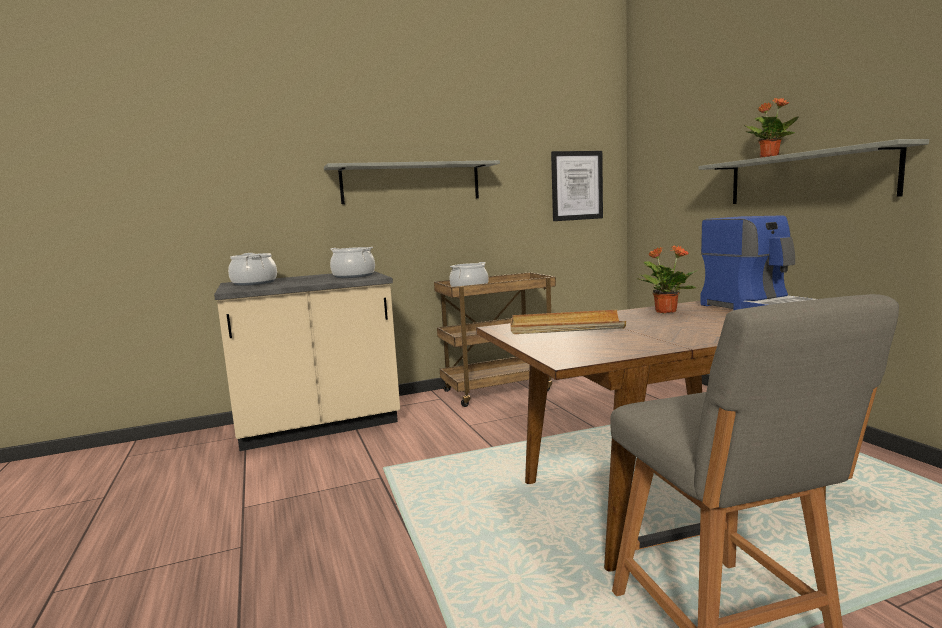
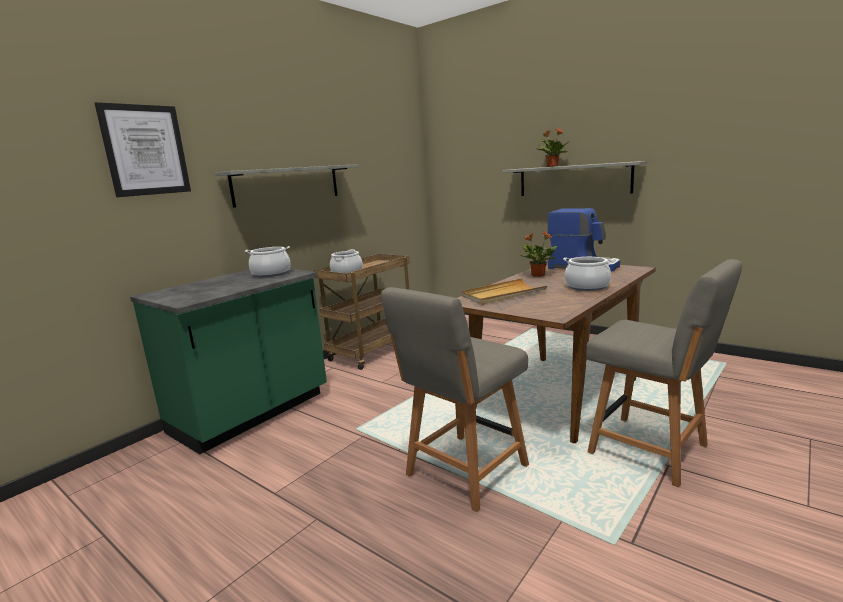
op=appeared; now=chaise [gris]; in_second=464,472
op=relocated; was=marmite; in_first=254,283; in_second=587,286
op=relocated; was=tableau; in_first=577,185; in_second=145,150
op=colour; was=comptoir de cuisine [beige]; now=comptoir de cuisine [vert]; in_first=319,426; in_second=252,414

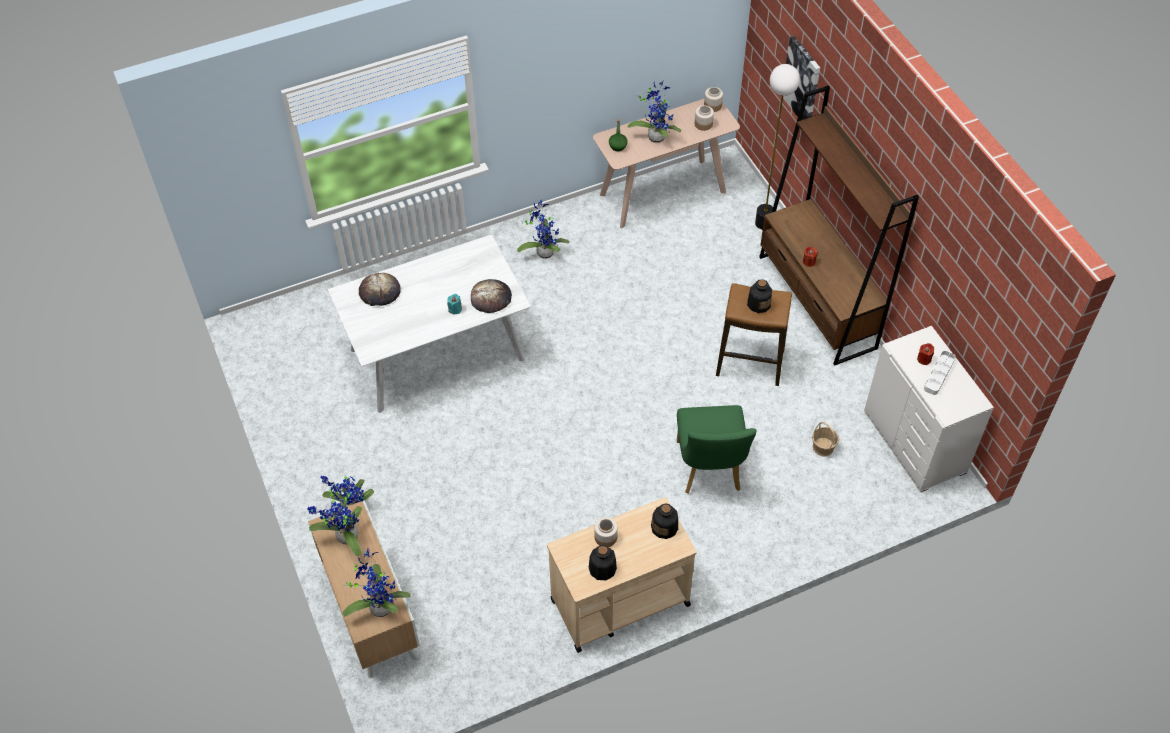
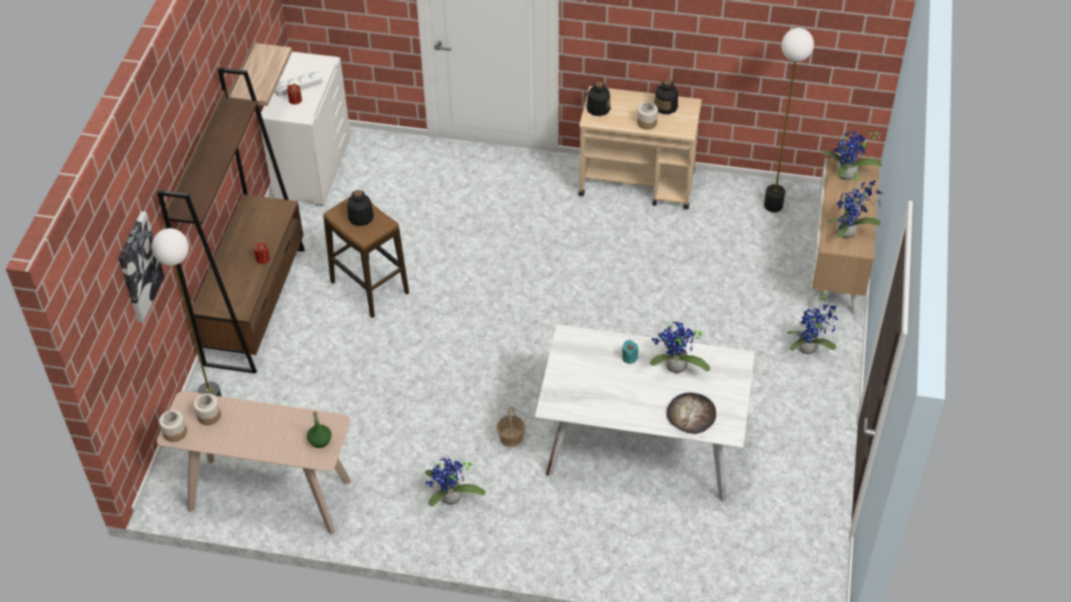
op=missing; was=pain; in_first=491,298
op=missing; was=chaise [vert]; in_first=709,471
op=appeared; now=étagère; in_second=244,82
op=appeared; now=lampadaire; in_second=773,205
op=relocated; was=plante en pot; in_first=656,135; in_second=675,368
op=relocated; was=panier; in_first=823,447; in_second=511,438

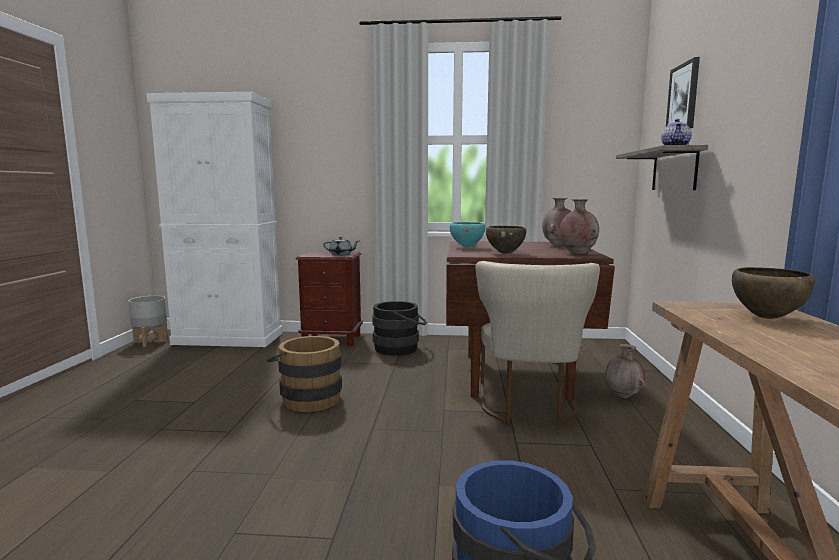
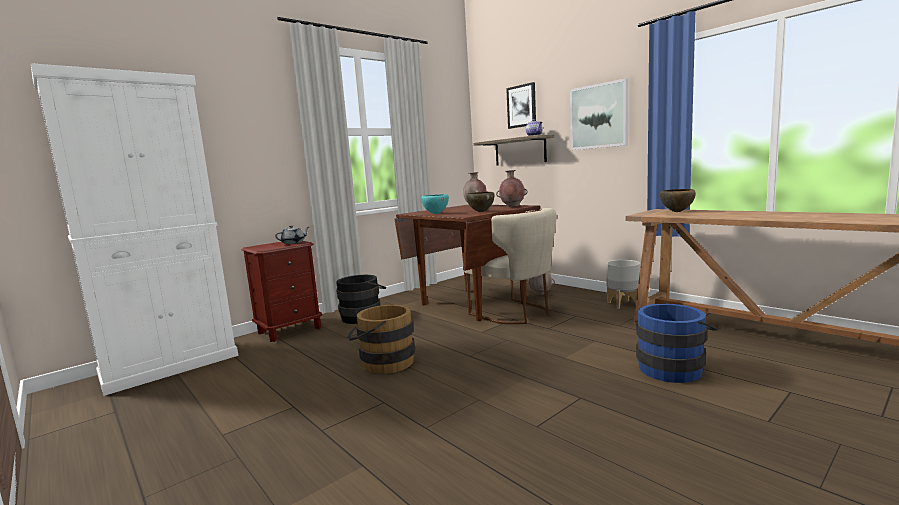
op=appeared; now=tableau; in_second=599,116
op=relocated; was=cache-pot [gris]; in_first=151,342; in_second=623,304

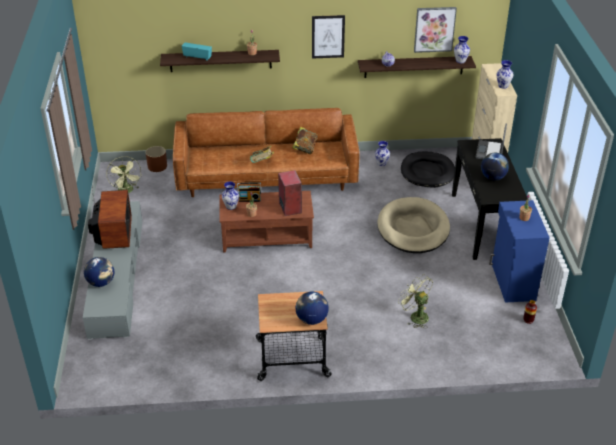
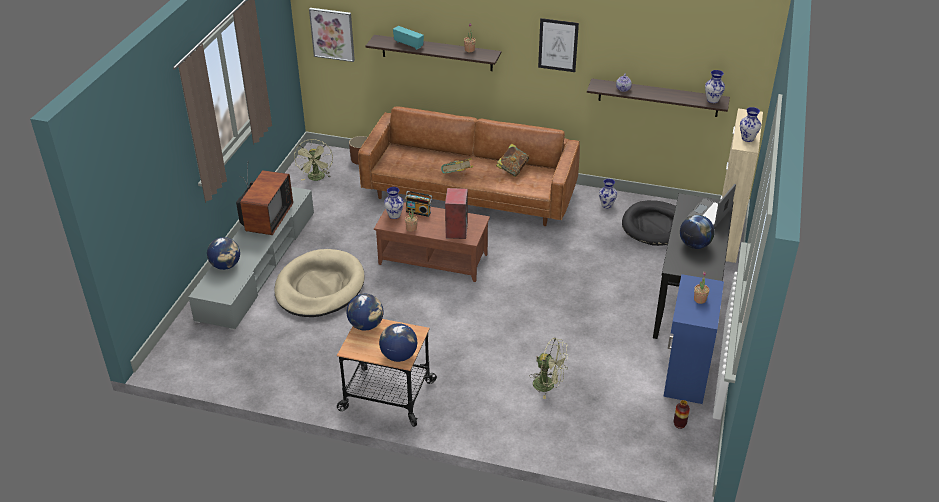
op=appeared; now=globe; in_second=366,325
op=relocated; was=panier pour chien [beige]; in_first=413,229; in_second=319,287
op=relocated; was=tableau; in_first=434,29; in_second=332,34
op=spun; was=ventilateur [vert]; in_first=415,316; in_second=548,385; clockwise=135

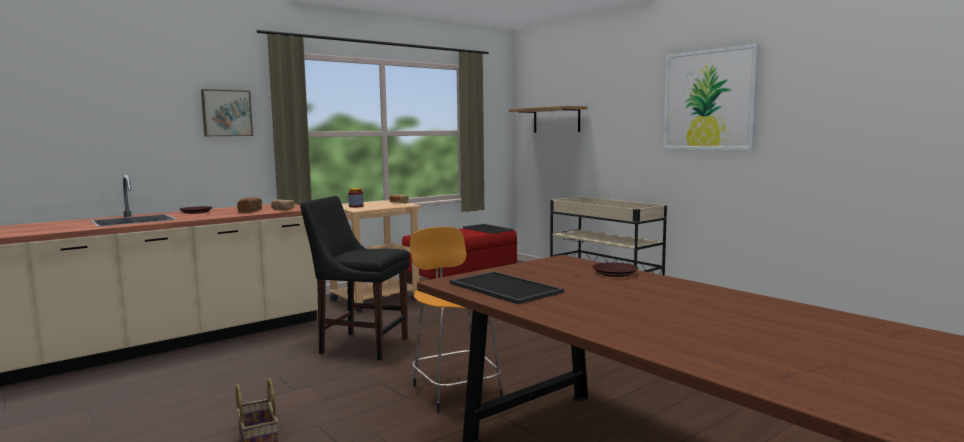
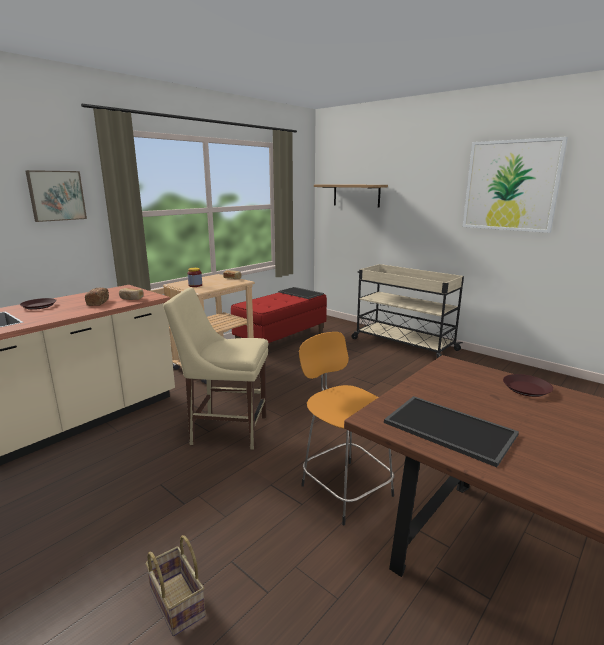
op=colour; was=chaise [noir]; now=chaise [beige]; in_first=360,345; in_second=225,429

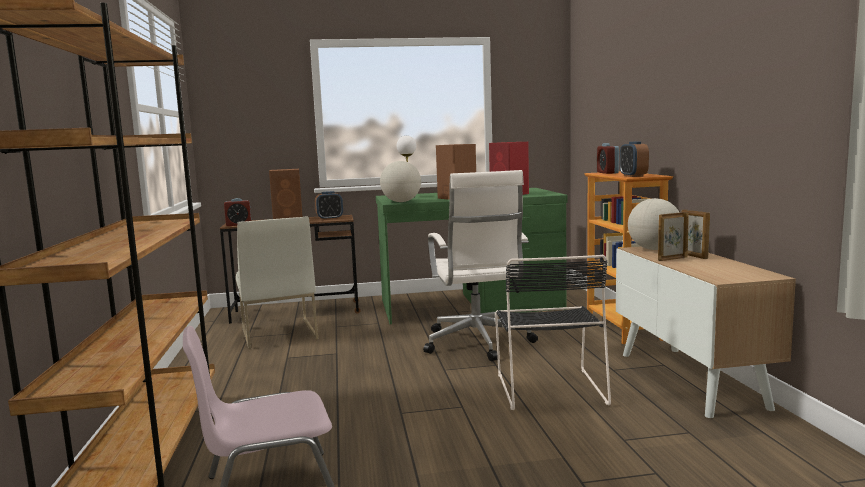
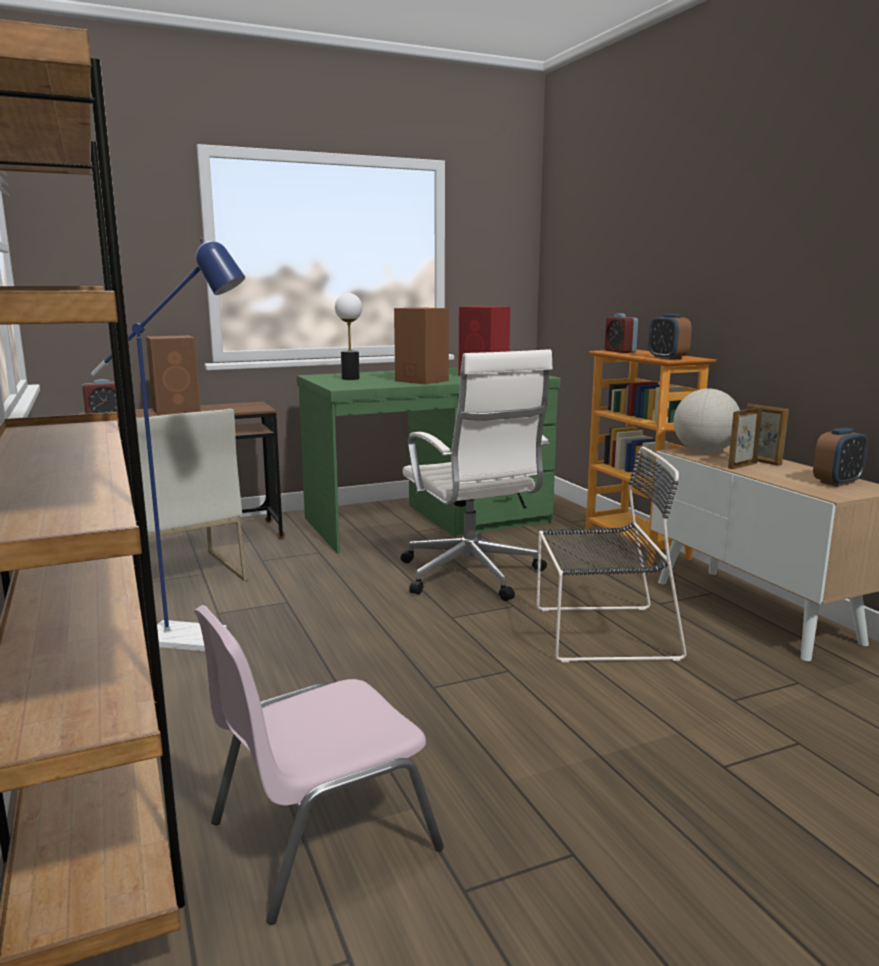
op=missing; was=globe; in_first=401,202
op=appeared; now=lampadaire [bleu]; in_second=198,639
op=relocated; was=réveil; in_first=329,219; in_second=837,482
op=spun; was=chaise [noir]; in_first=549,387; in_second=600,633; clockwise=-75

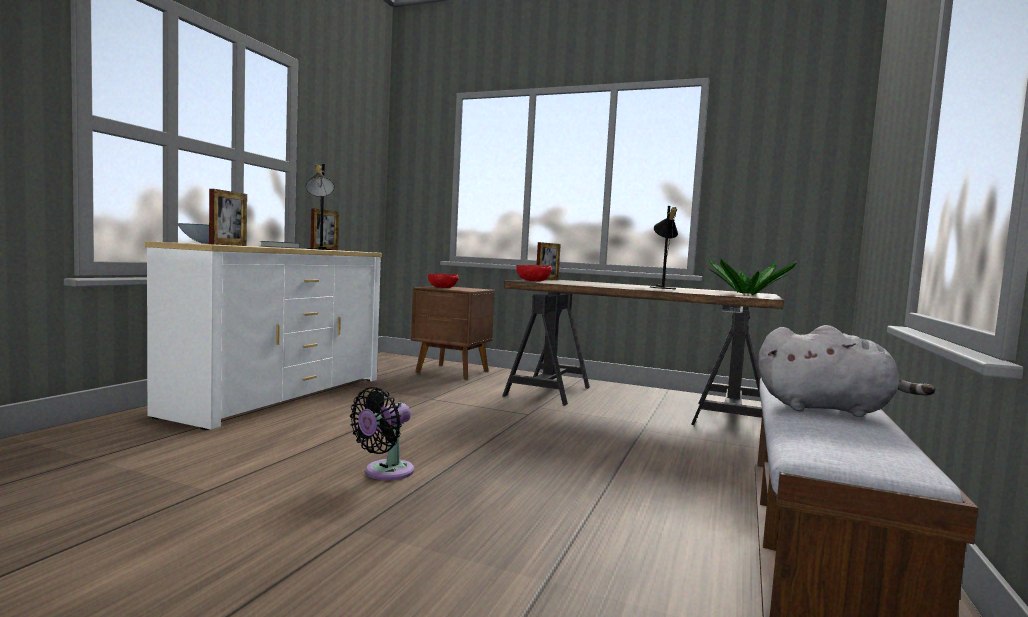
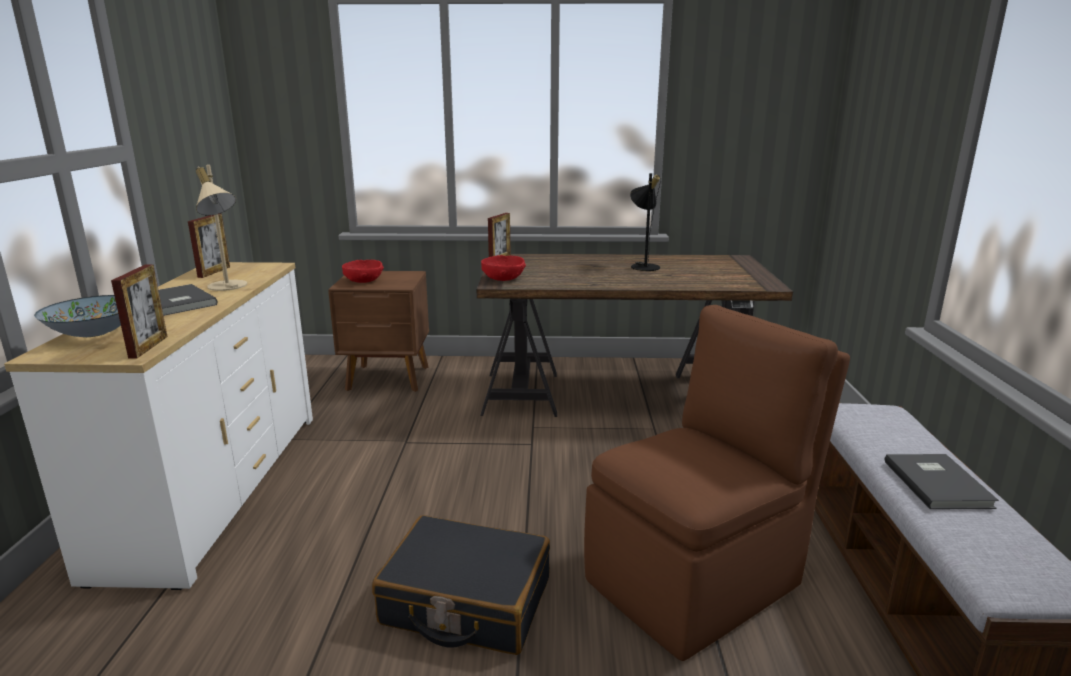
op=missing; was=plante en pot; in_first=746,294
op=appeared; now=chaise [marron]; in_second=697,580
op=exchanged; was=ventilateur [noir]; now=valise [noir]; in_first=385,472; in_second=466,602
op=exchanged; was=peluche [gris]; now=livre [gris]; in_first=829,409; in_second=938,483
op=colour; was=lampe de table [noir]; now=lampe de table [beige]; in_first=320,249; in_second=228,287

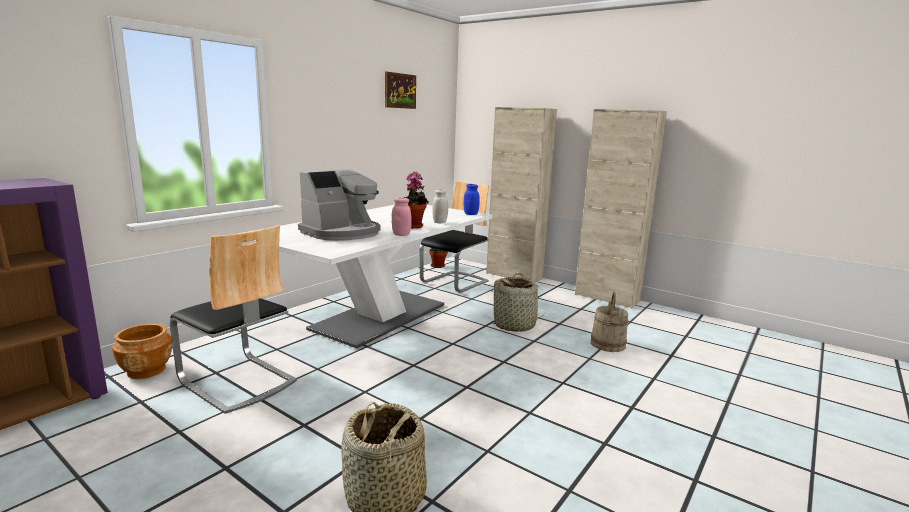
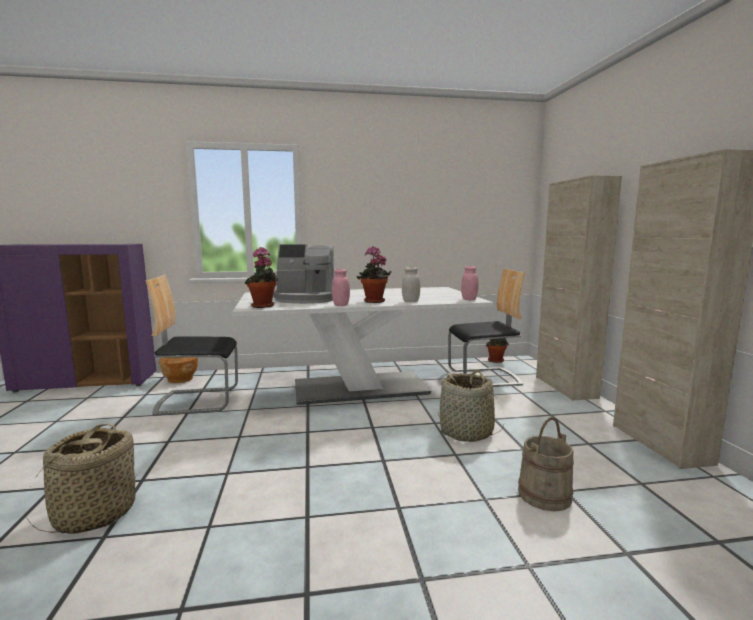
op=missing; was=tableau; in_first=400,91
op=appeared; now=plante en pot; in_second=263,306
op=colour; was=bocal [bleu]; now=bocal [rose]; in_first=471,214; in_second=469,299
op=spun; was=chaise; in_first=237,382; in_second=198,400; clockwise=90

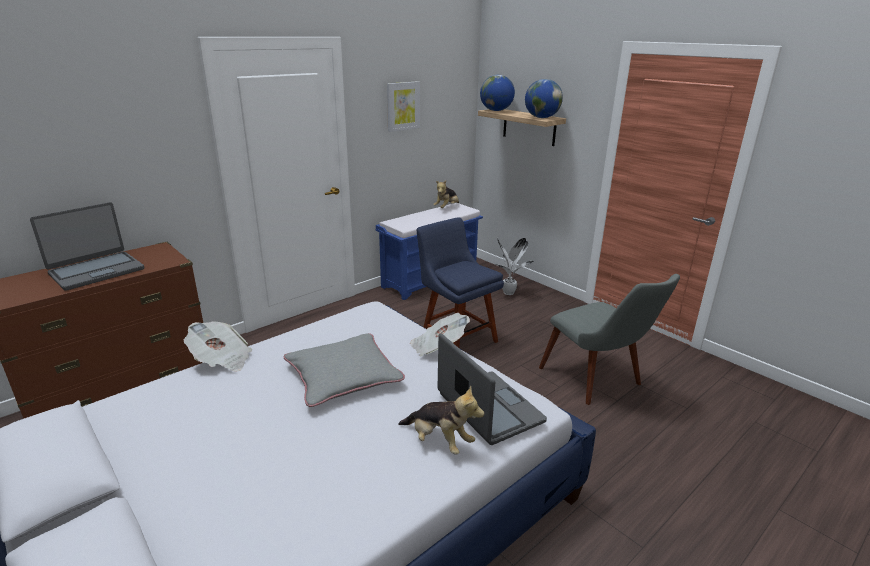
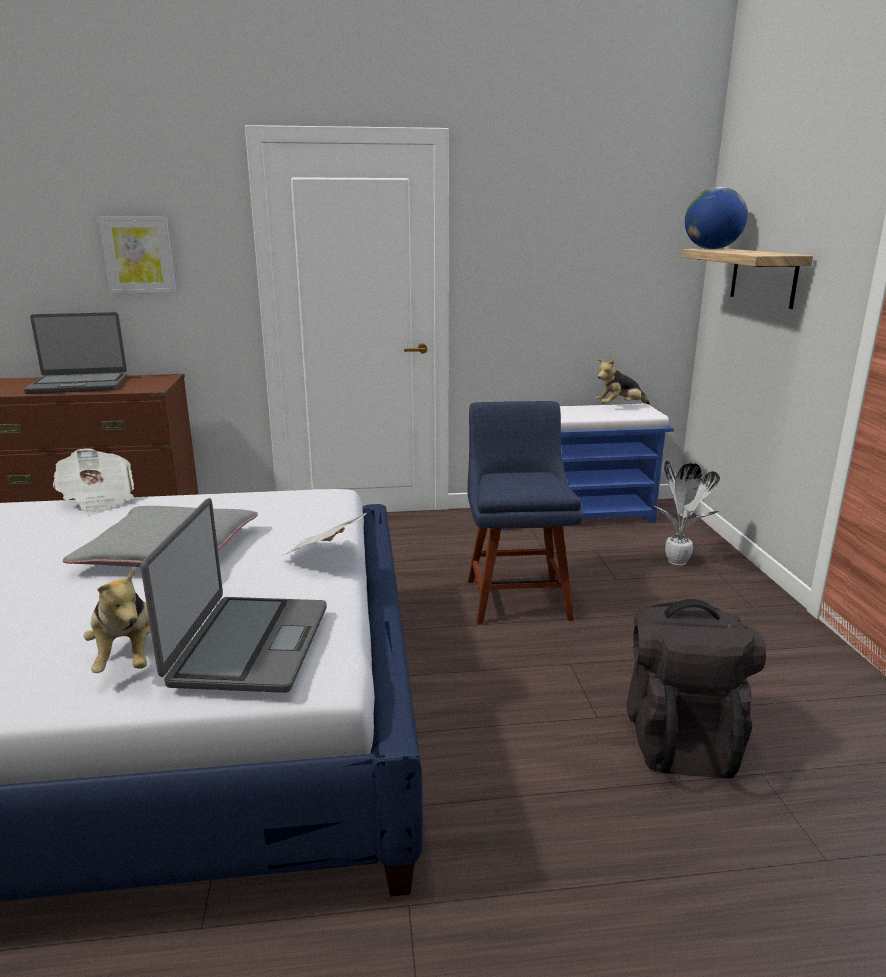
op=missing; was=globe; in_first=541,118
op=relocated; was=tableau; in_first=403,106; in_second=138,255
op=exchanged; was=chaise [gris]; now=sac à dos [noir]; in_first=599,382; in_second=680,738

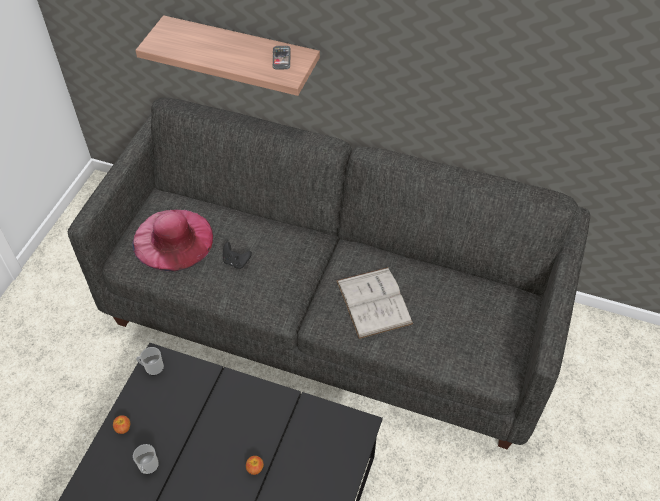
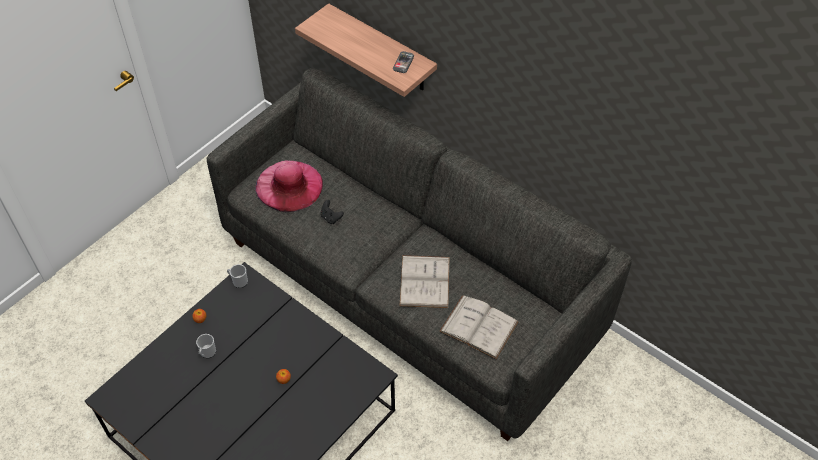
op=appeared; now=livre [blanc]; in_second=479,326

